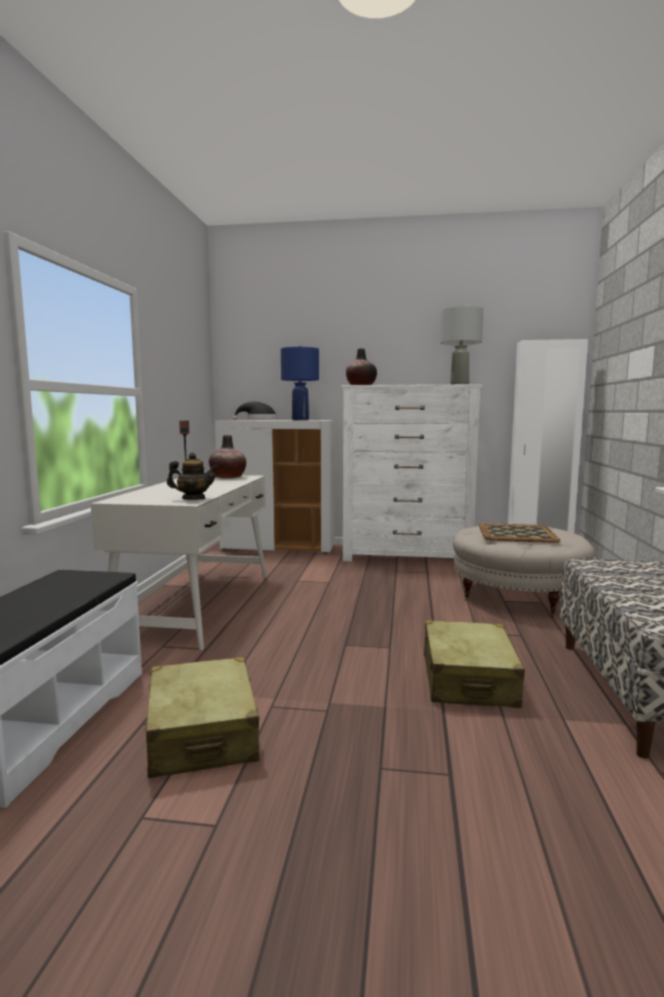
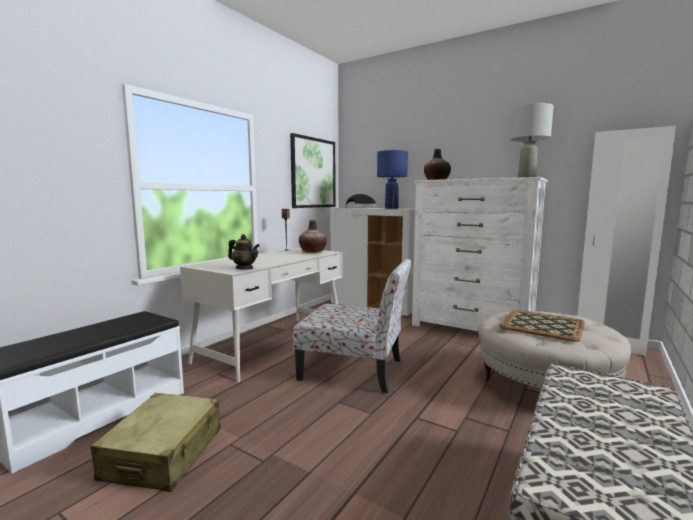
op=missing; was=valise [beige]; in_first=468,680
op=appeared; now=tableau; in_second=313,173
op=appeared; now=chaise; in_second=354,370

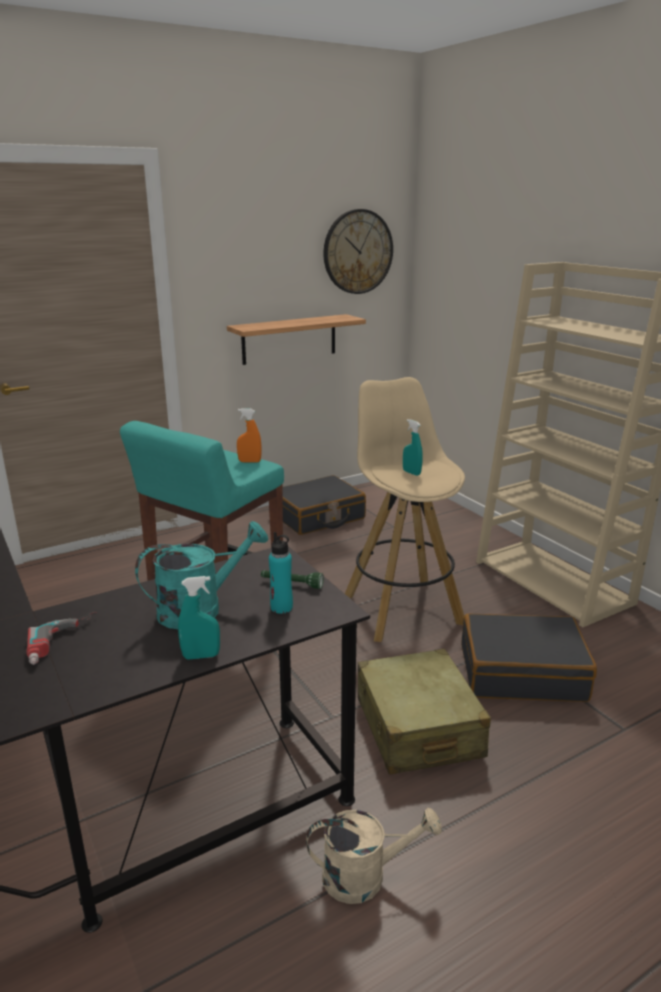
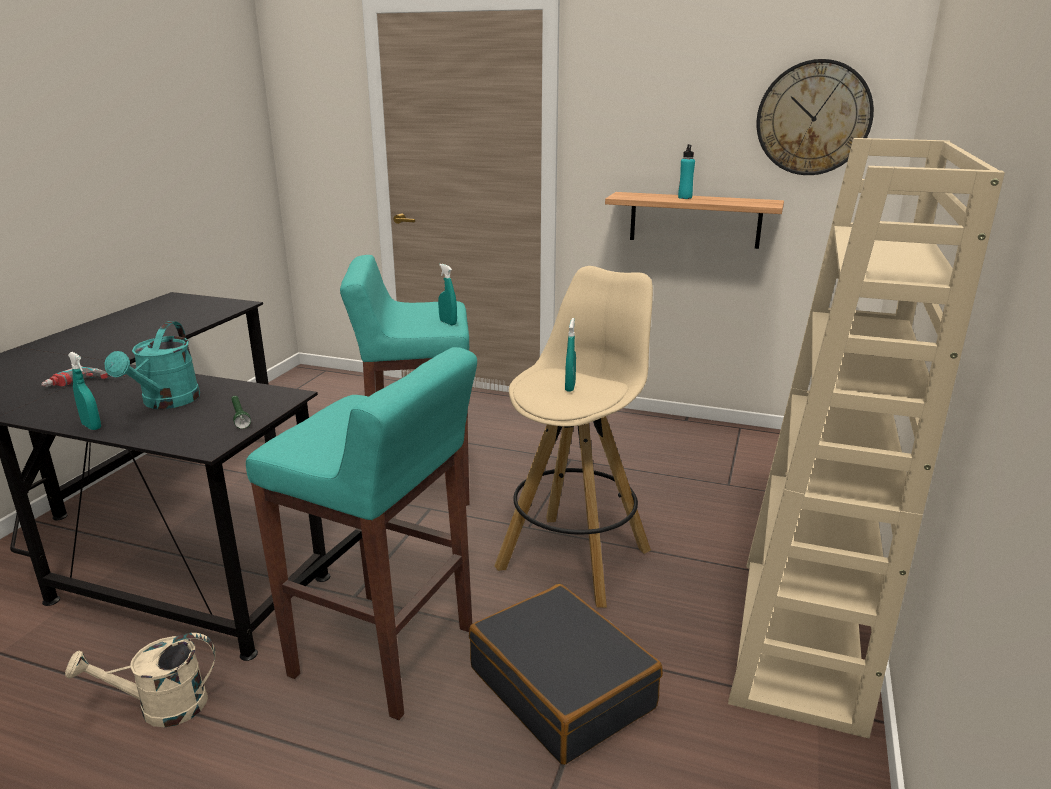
op=missing; was=valise [noir]; in_first=318,517
op=relocated; was=bouteille [turquoise]; in_first=281,607; in_second=685,197
op=exchanged; was=valise [beige]; now=tabouret [turquoise]; in_first=418,728; in_second=386,653
op=colour; was=vaporisateur [orange]; now=vaporisateur [turquoise]; in_first=249,461; in_second=448,323
op=spun; was=arrosoir [turquoise]; in_first=201,609; in_second=166,402; clockwise=75
op=spun; was=arrosoir [beige]; in_first=365,876; in_second=161,707; clockwise=120

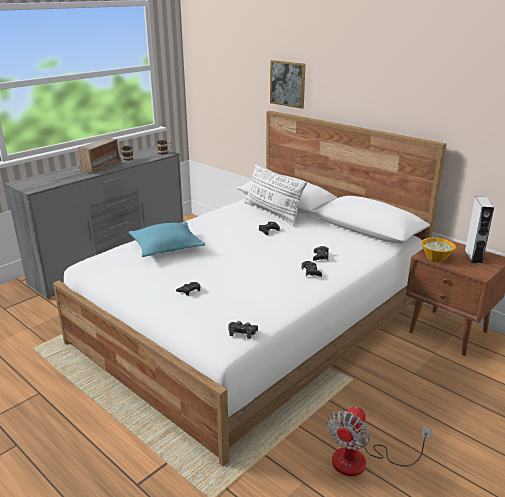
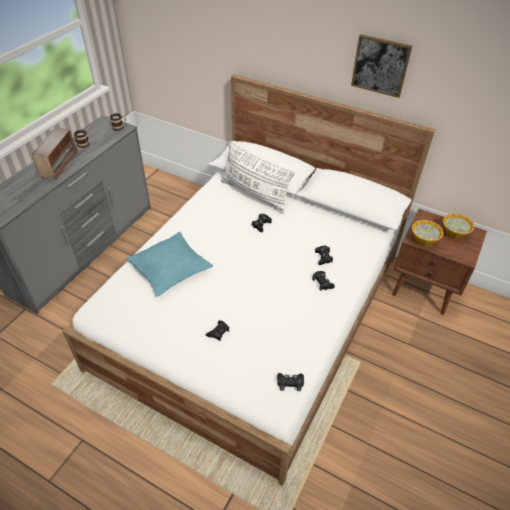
op=missing; was=ventilateur; in_first=362,461
op=relocated; was=tableau; in_first=288,84; in_second=380,65
op=exchanged; was=enceinte [gris]; now=bol; in_first=473,256; in_second=454,233

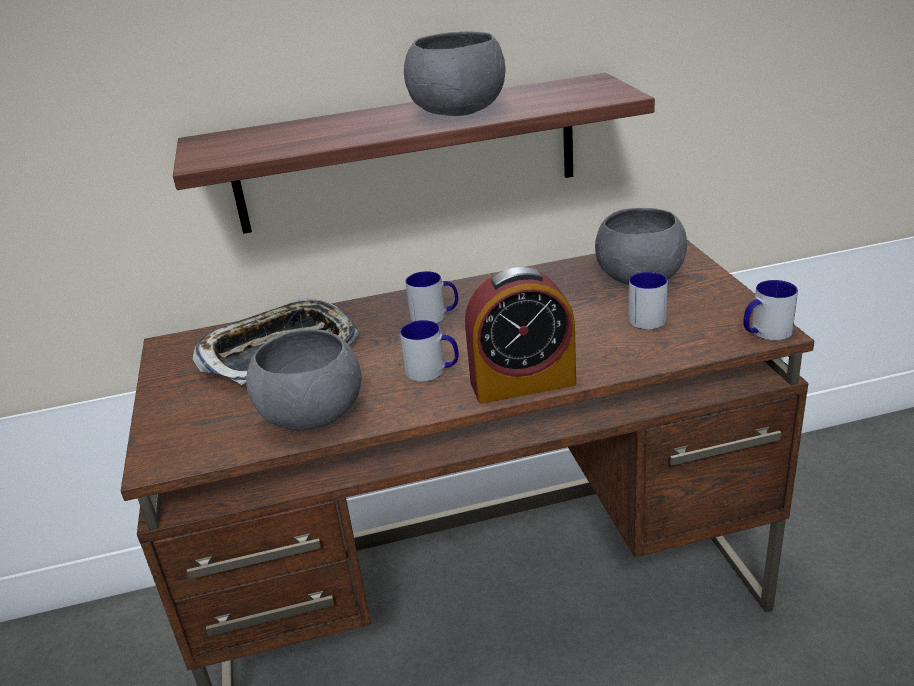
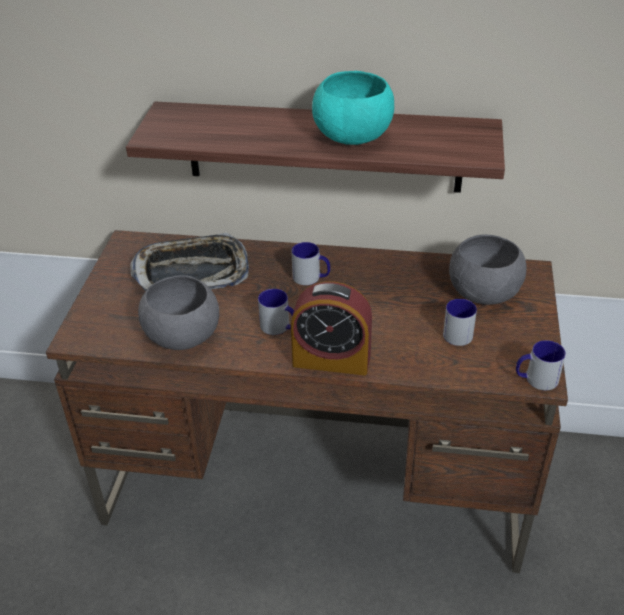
op=colour; was=bol [gris]; now=bol [turquoise]; in_first=457,112; in_second=351,136

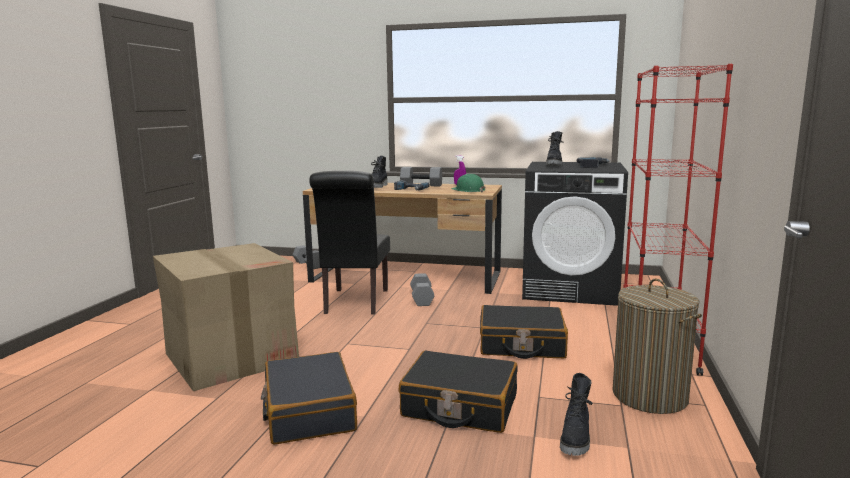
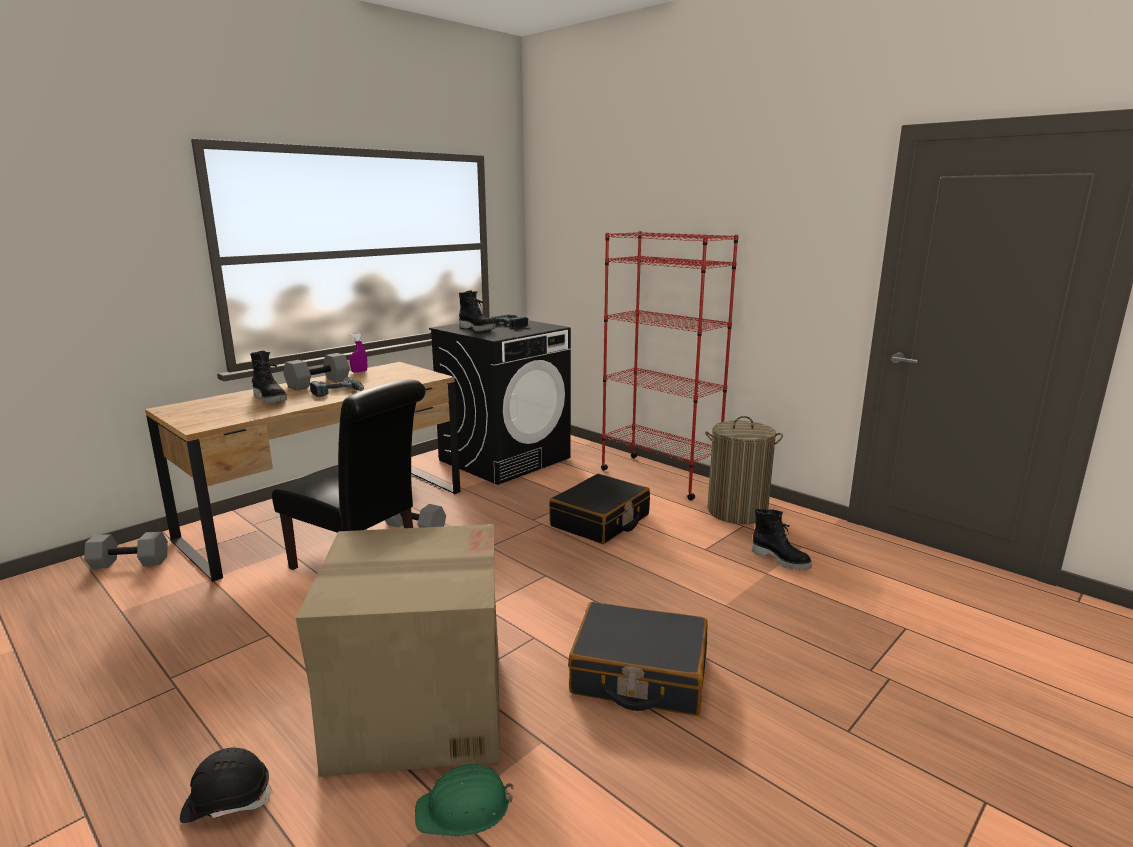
op=missing; was=valise [noir]; in_first=459,406
op=appeared; now=casque de chantier [noir]; in_second=227,801
op=relocated; was=casque de chantier [vert]; in_first=468,190; in_second=464,809

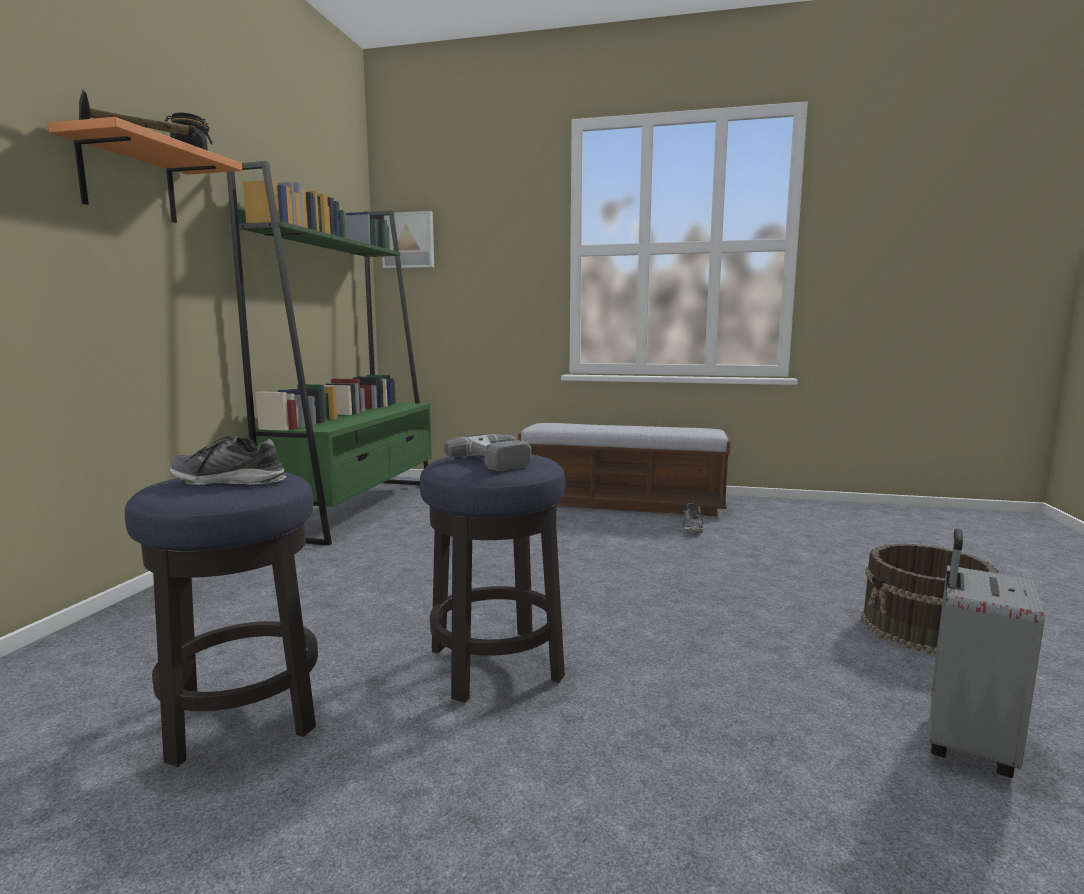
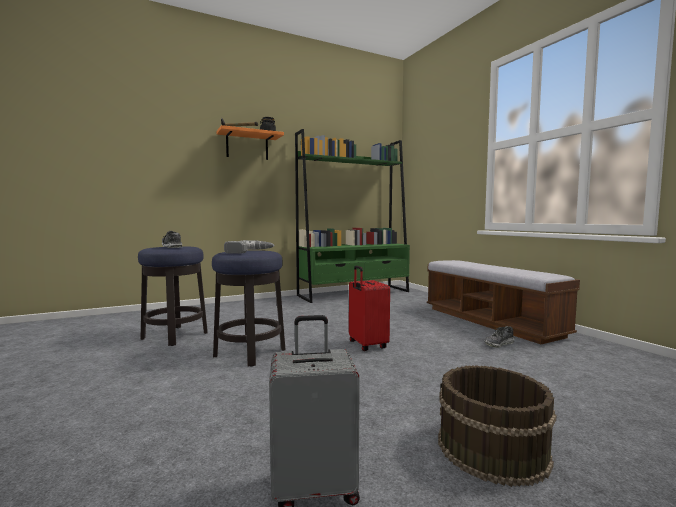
op=missing; was=tableau; in_first=408,240
op=appeared; now=valise [rouge]; in_second=366,345

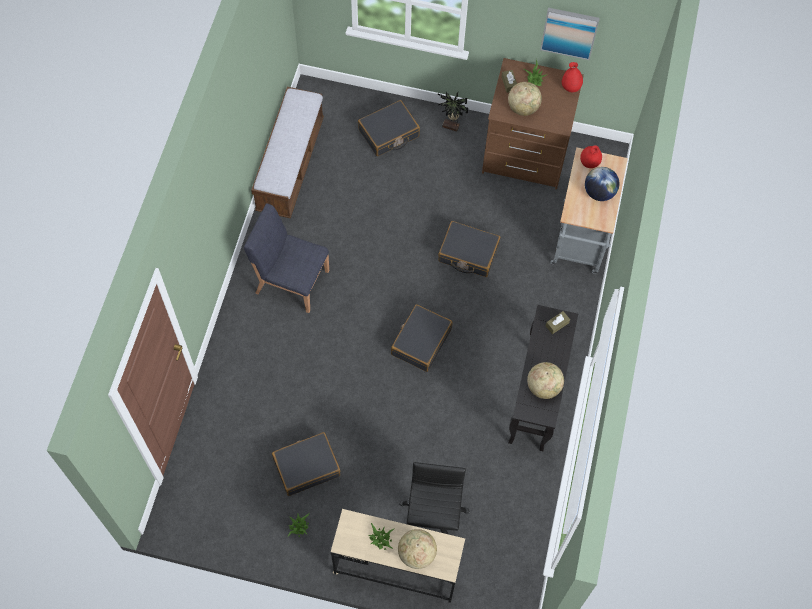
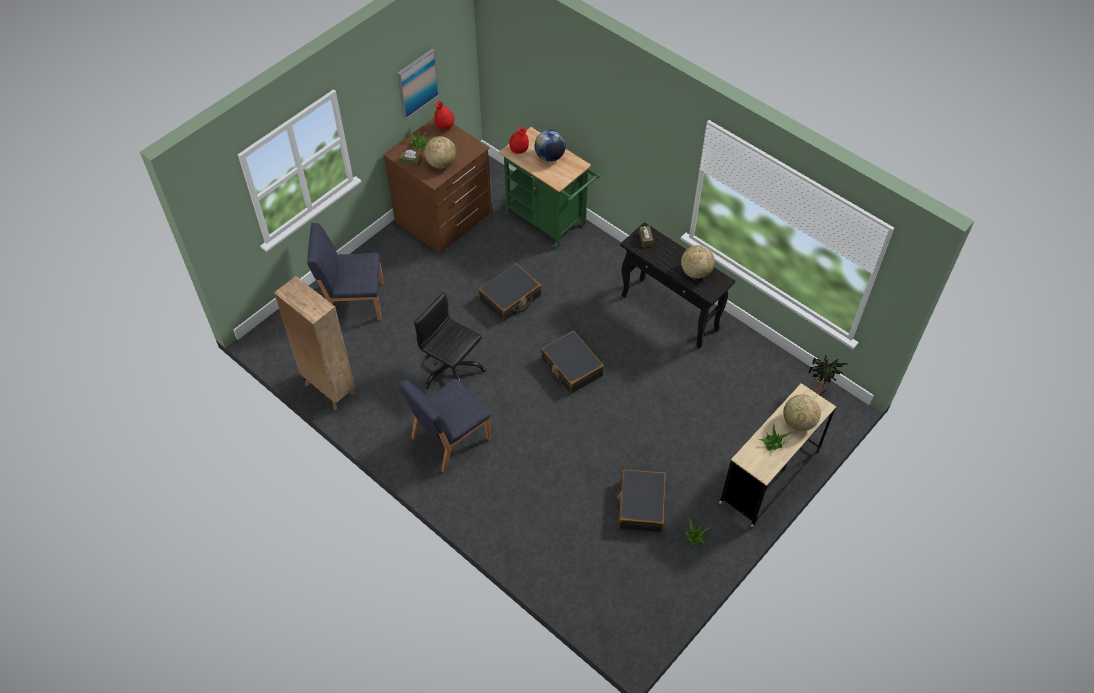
op=relocated; was=chaise de bureau [noir]; in_first=432,517; in_second=452,371
op=relocated; was=plante en pot; in_first=450,127; in_second=818,393
op=exchanged; was=banc; now=bibliothèque [marron]; in_first=290,165; in_second=329,388
op=exchanged; was=valise [noir]; now=chaise [bleu]; in_first=389,133; in_second=353,301
op=colour; was=chariot [gris]; now=chariot [vert]; in_first=579,242; in_second=549,221

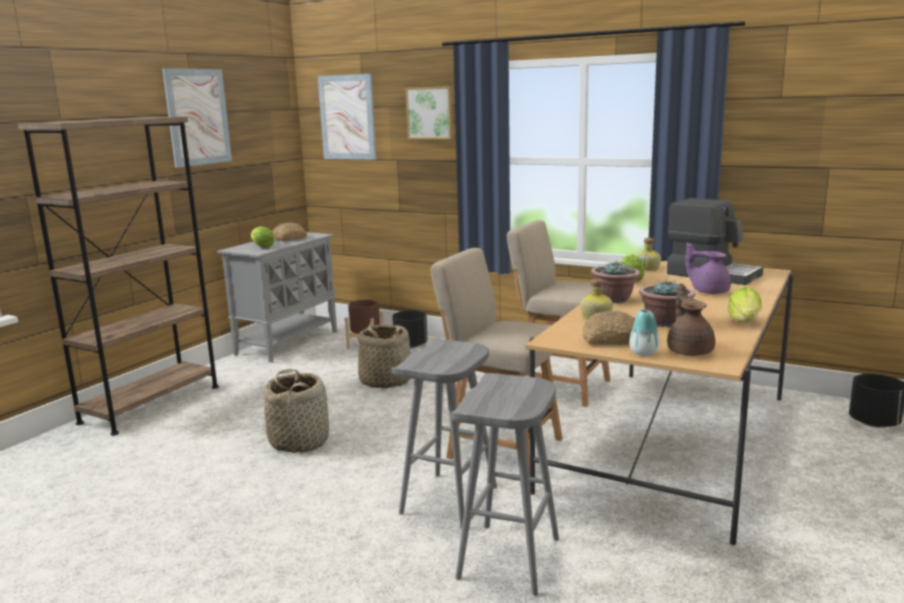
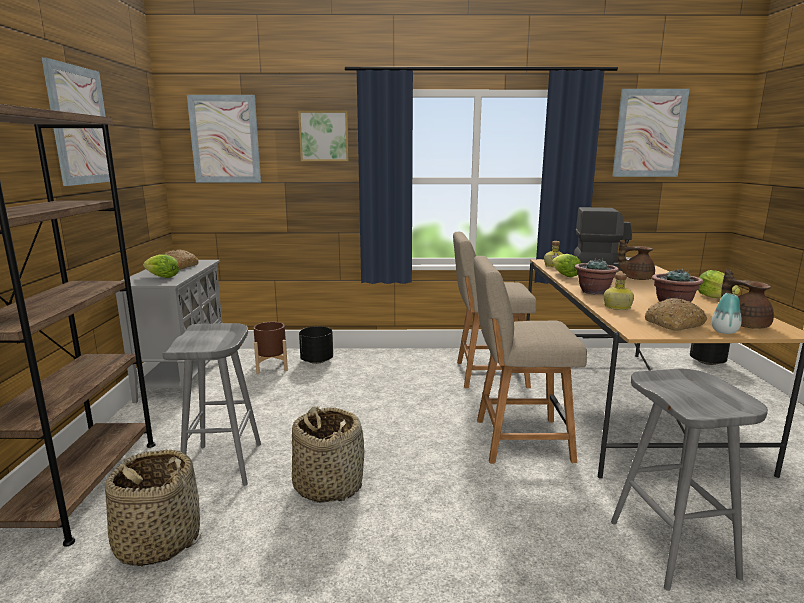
op=appeared; now=tableau; in_second=649,133
op=relocated; was=panier; in_first=385,381; in_second=157,541
op=relocated; was=tabouret [gris]; in_first=449,501; in_second=223,465
op=colour; was=théière [violet]; now=théière [marron]; in_first=708,291; in_second=636,278

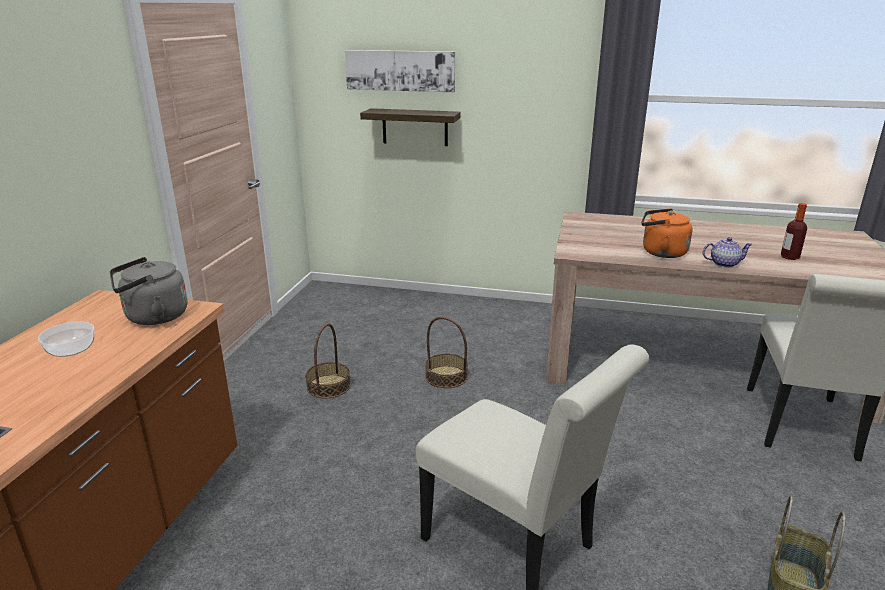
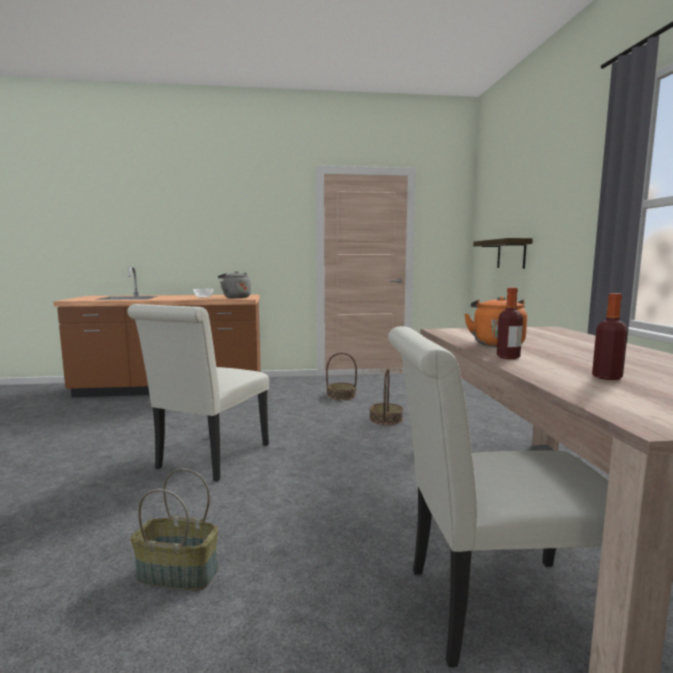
op=missing; was=tableau; in_first=400,70
op=exchanged; was=théière; now=bouteille; in_first=723,264; in_second=508,357

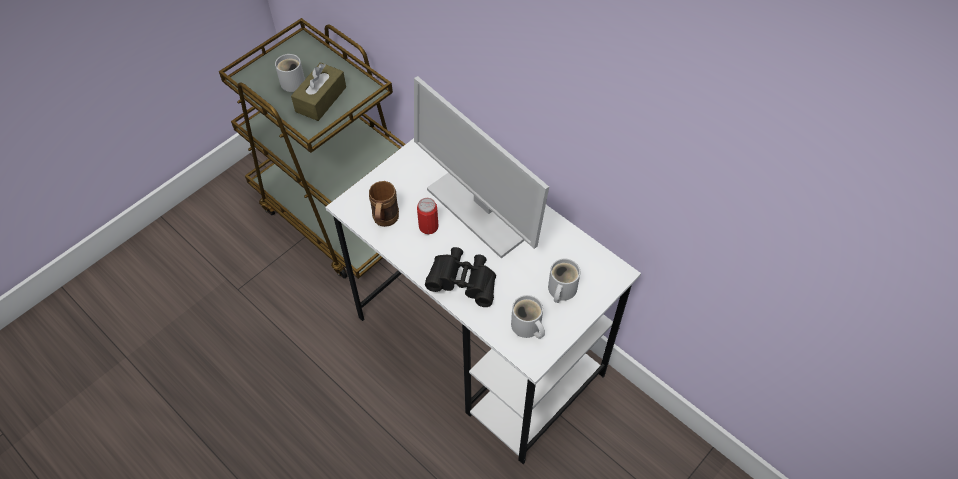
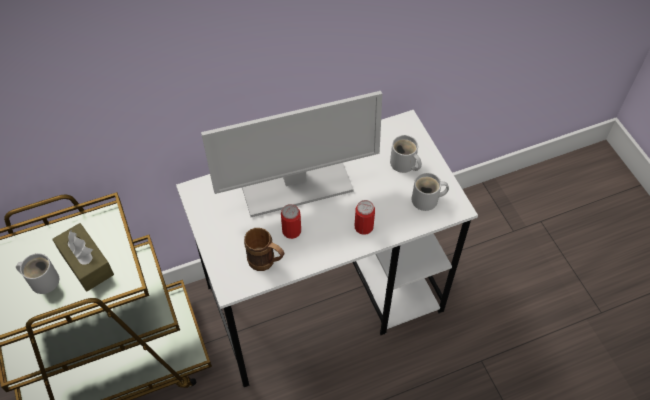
op=exchanged; was=jumelles [noir]; now=boîte métallique; in_first=464,283; in_second=363,227

